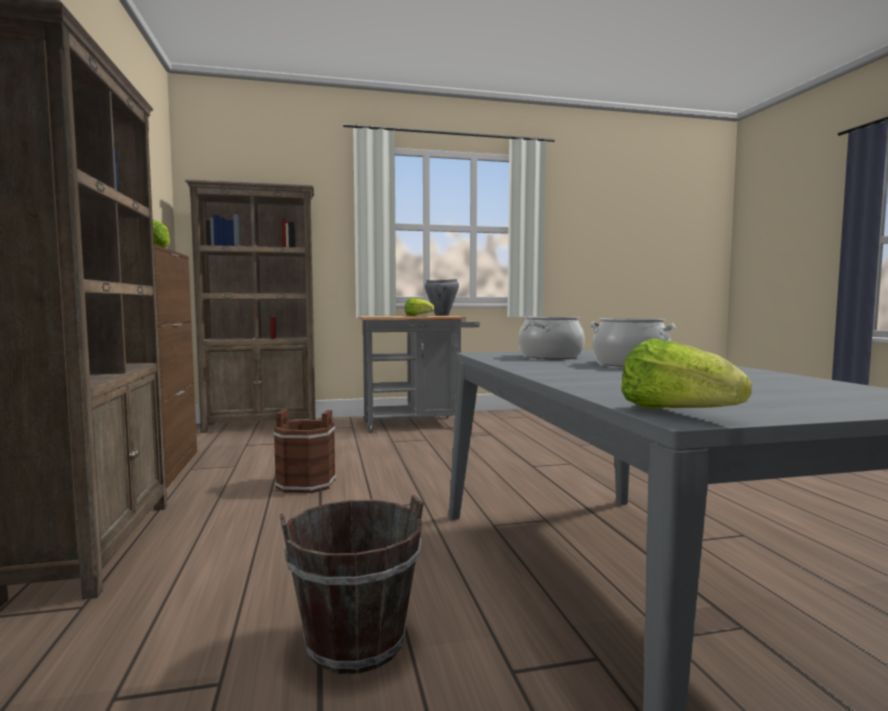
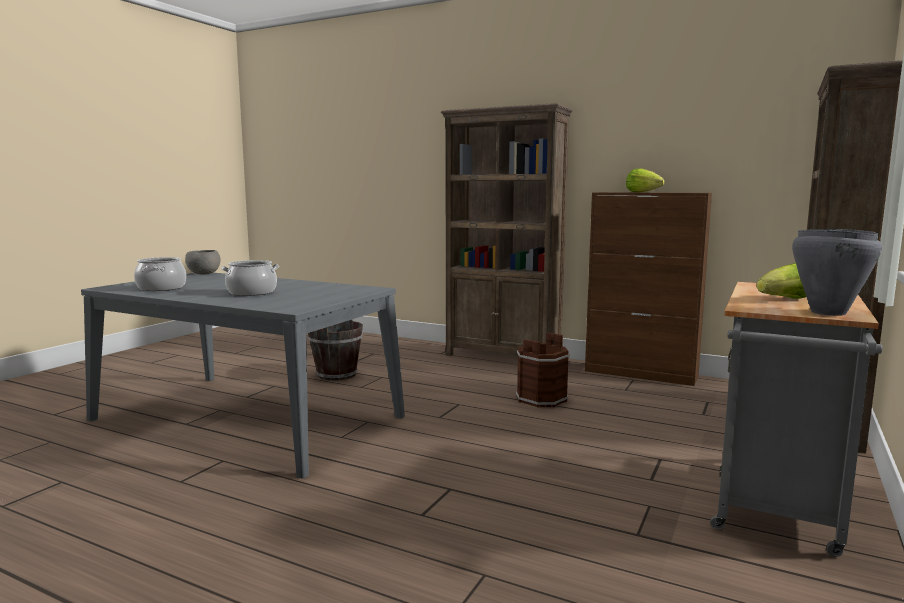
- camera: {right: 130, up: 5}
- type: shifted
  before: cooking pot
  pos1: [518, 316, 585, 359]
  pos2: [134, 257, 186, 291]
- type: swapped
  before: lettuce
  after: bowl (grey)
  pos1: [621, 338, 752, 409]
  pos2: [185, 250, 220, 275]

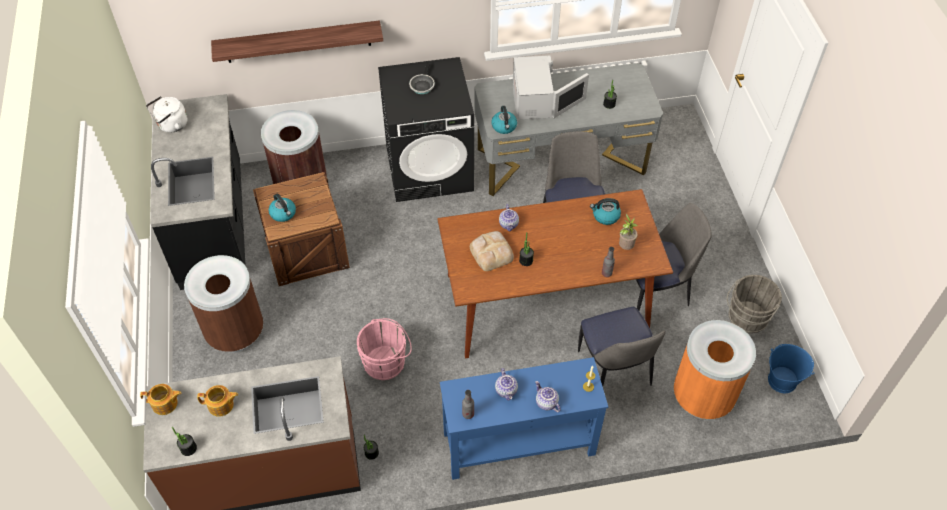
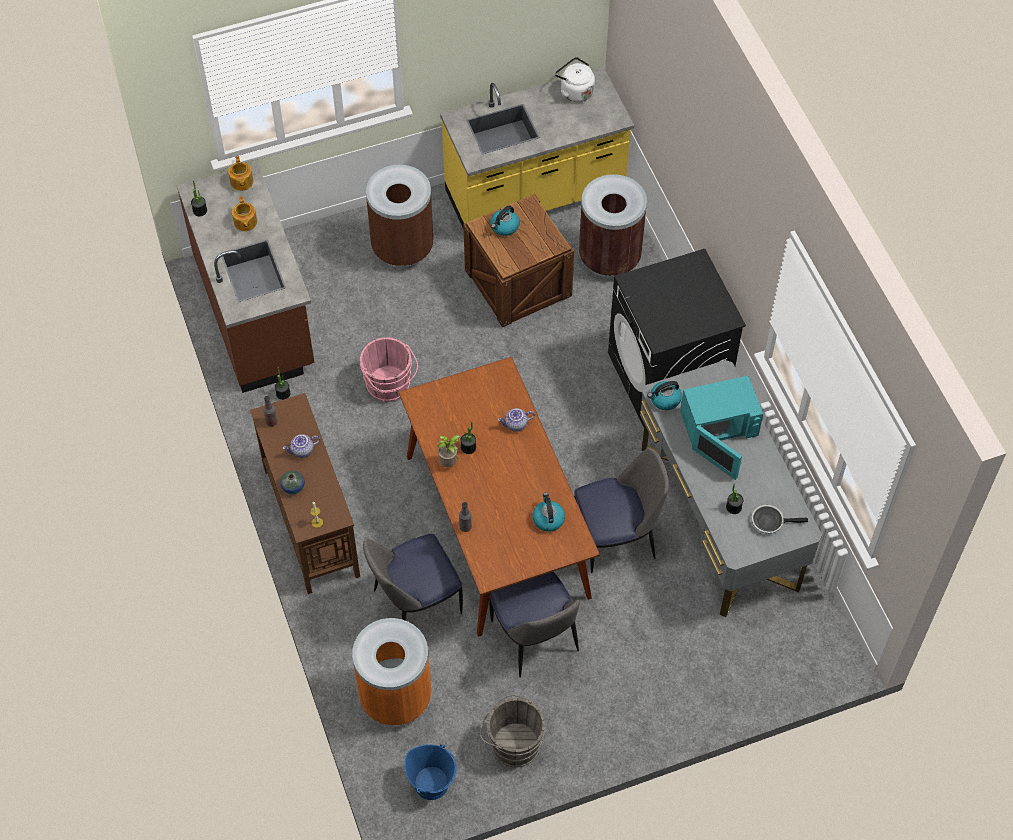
- camera: {right: 80, up: 5}
- type: repainted
  before: counter (black)
  after: counter (yellow)
  pos1: [151, 94, 246, 290]
  pos2: [440, 67, 634, 230]
- type: gone
  before: shelf
  pos1: [211, 20, 383, 63]
- type: shifted
  before: frying pan
  pos1: [409, 62, 435, 94]
  pos2: [751, 505, 808, 534]
- type: repainted
  before: console table (blue)
  after: console table (brown)
  pos1: [440, 357, 608, 480]
  pos2: [250, 393, 360, 594]
- type: gone
  before: bread
  pos1: [470, 231, 514, 271]
- type: repainted
  before: microwave (white)
  after: microwave (turquoise)
  pos1: [513, 55, 589, 120]
  pos2: [680, 376, 763, 480]
- type: swapped
  before: teapot
  after: vase
  pos1: [535, 381, 561, 413]
  pos2: [280, 470, 305, 494]
- type: shifted
  before: potted plant
  pos1: [619, 214, 638, 250]
  pos2: [437, 435, 461, 467]

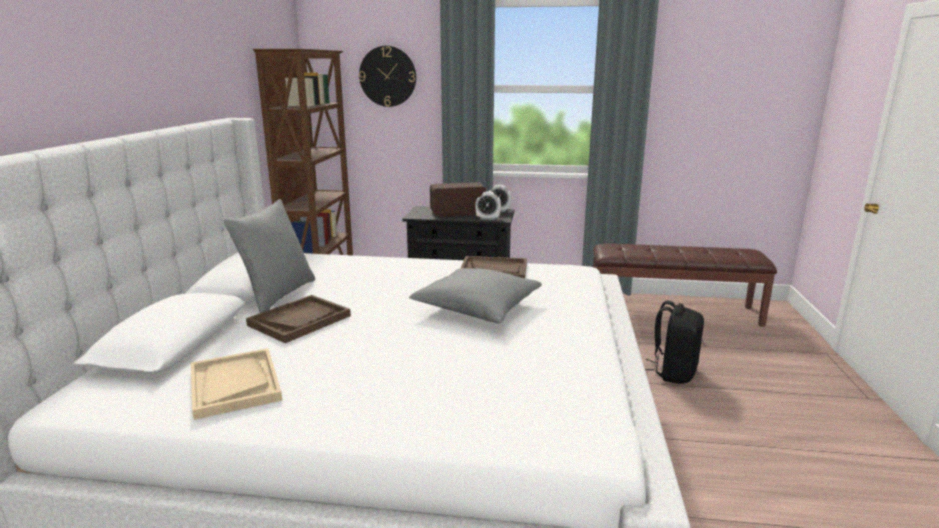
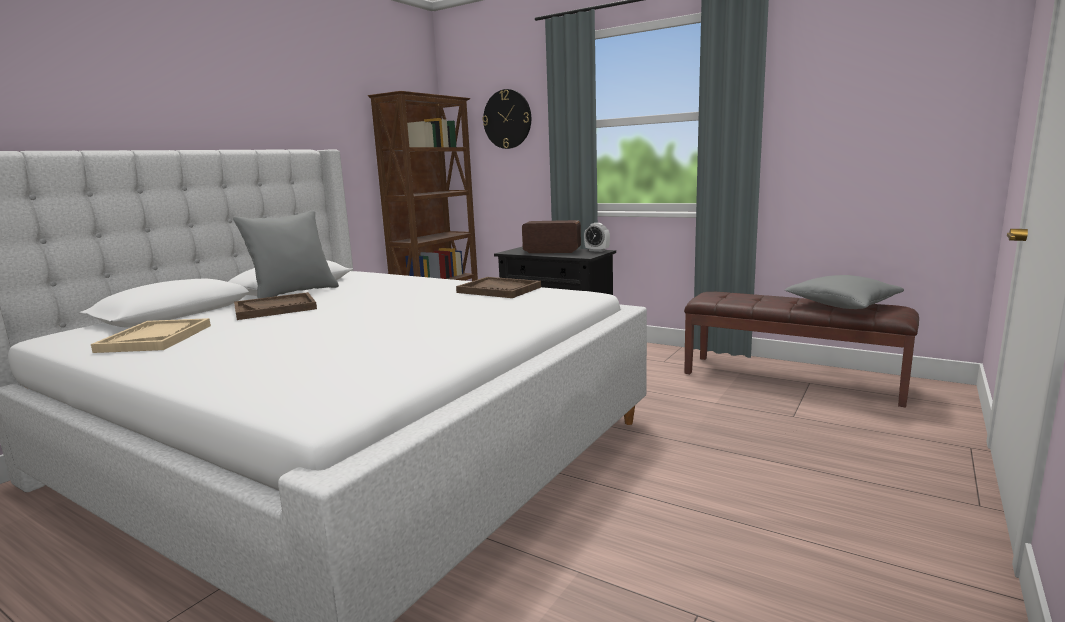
- camera: {right: 25, up: -5}
- type: shifted
  before: pillow (grey)
  pos1: [409, 268, 542, 324]
  pos2: [785, 275, 904, 309]
- type: gone
  before: alarm clock
  pos1: [475, 191, 501, 220]
- type: gone
  before: backpack (black)
  pos1: [645, 300, 704, 384]

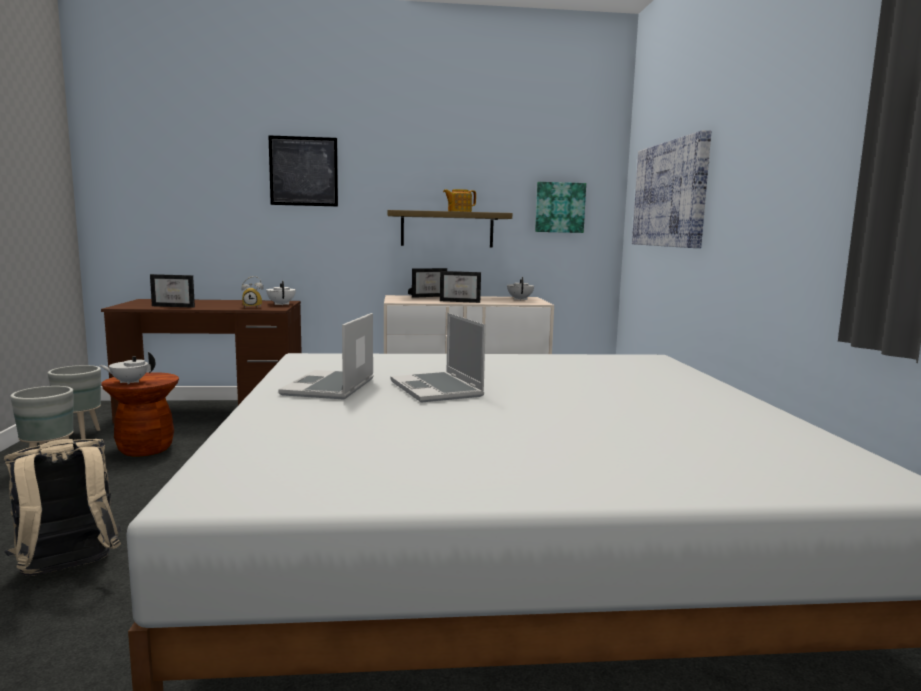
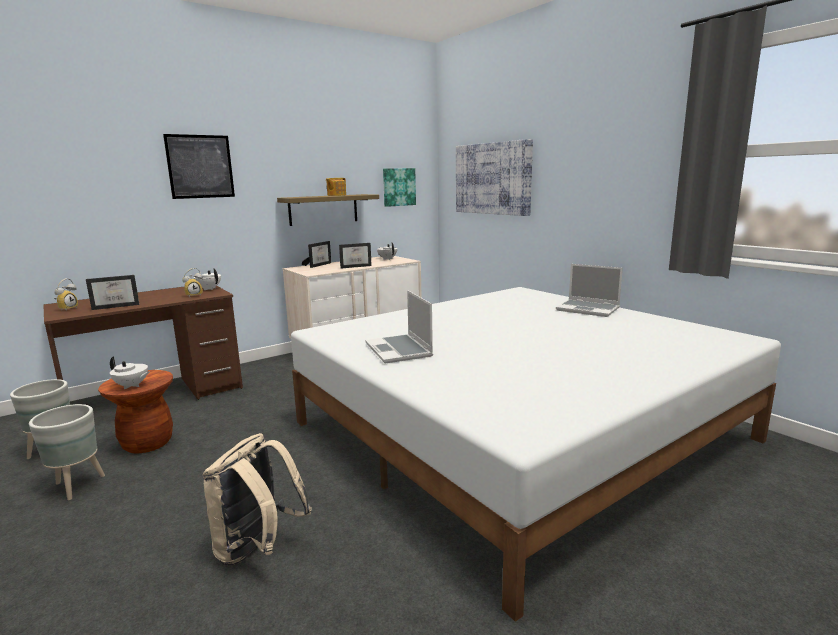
- camera: {right: -30, up: 5}
- type: rotated
  before: teapot (white)
  pos1: [99, 352, 155, 385]
  pos2: [110, 356, 150, 389]
  turn: -120
- type: shifted
  before: laptop
  pos1: [390, 313, 486, 403]
  pos2: [556, 264, 623, 317]
- type: new
  after: alarm clock
  pos2: [54, 278, 78, 311]

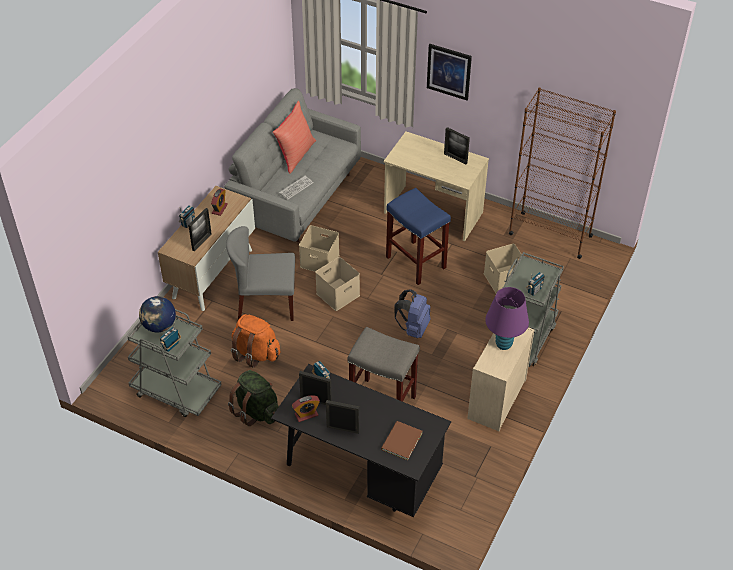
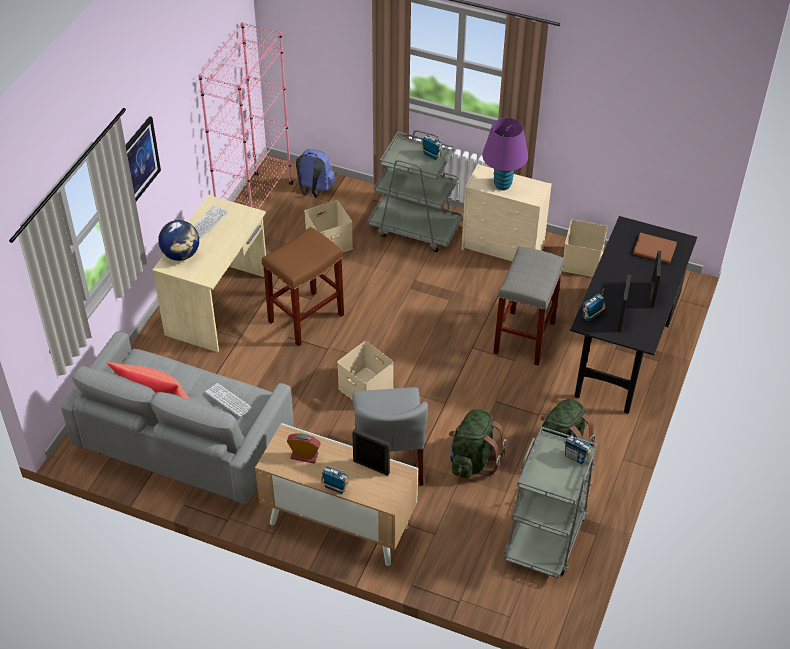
- camera: {right: -95, up: 0}
- type: shifted
  before: globe
  pos1: [139, 296, 176, 332]
  pos2: [158, 220, 199, 261]
- type: repainted
  before: backpack (orange)
  after: backpack (green)
  pos1: [231, 314, 280, 368]
  pos2: [449, 409, 507, 478]
- type: gone
  before: alarm clock
  pos1: [292, 395, 320, 422]
- type: shifted
  before: storage box (beige)
  pos1: [299, 225, 339, 273]
  pos2: [562, 219, 607, 277]
- type: repainted
  before: stool (blue)
  after: stool (brown)
  pos1: [386, 188, 451, 285]
  pos2: [262, 227, 344, 346]
- type: shifted
  before: backpack (blue)
  pos1: [394, 289, 431, 338]
  pos2: [296, 149, 335, 197]
- type: swapped
  before: picture frame
  after: keyboard
  pos1: [444, 127, 470, 164]
  pos2: [194, 205, 229, 239]
- type: repainted
  before: bookcase (brown)
  after: bookcase (pink)
  pos1: [509, 87, 616, 259]
  pos2: [198, 22, 294, 208]

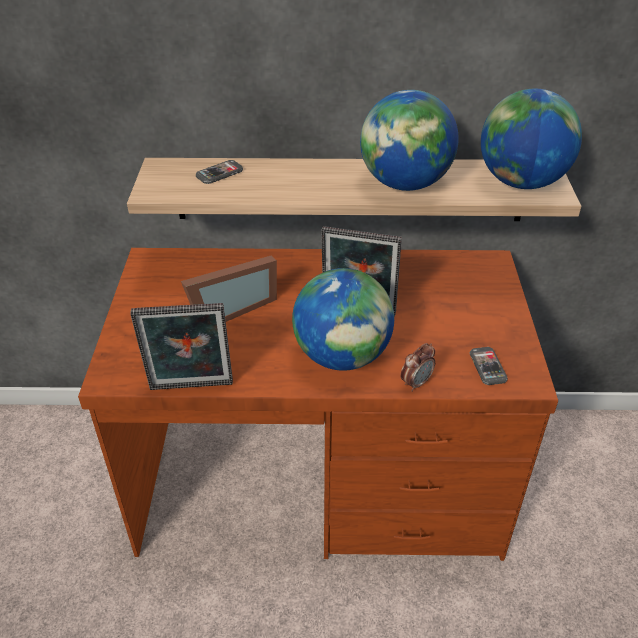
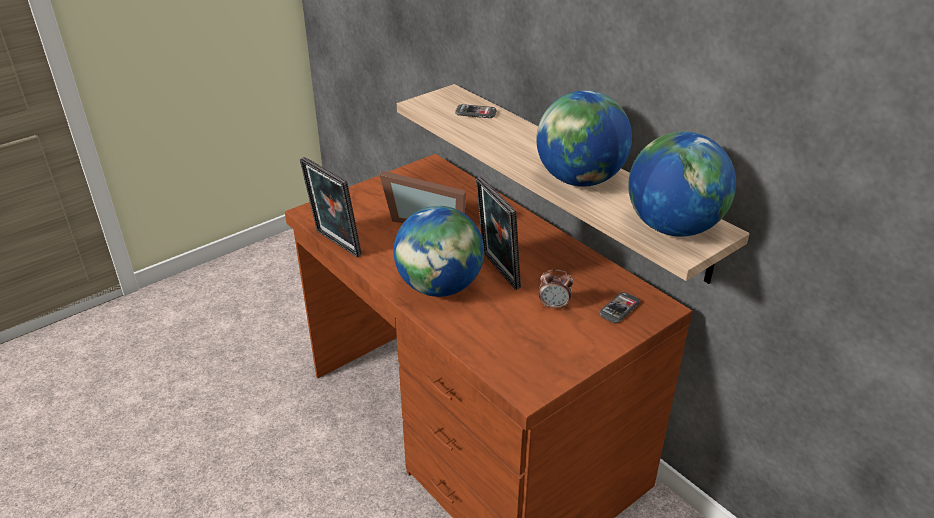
- camera: {right: 50, up: -5}
- type: shifted
  before: alarm clock
  pos1: [401, 343, 435, 392]
  pos2: [539, 269, 574, 310]
- type: shifted
  before: phone
  pos1: [470, 347, 508, 385]
  pos2: [599, 292, 640, 323]

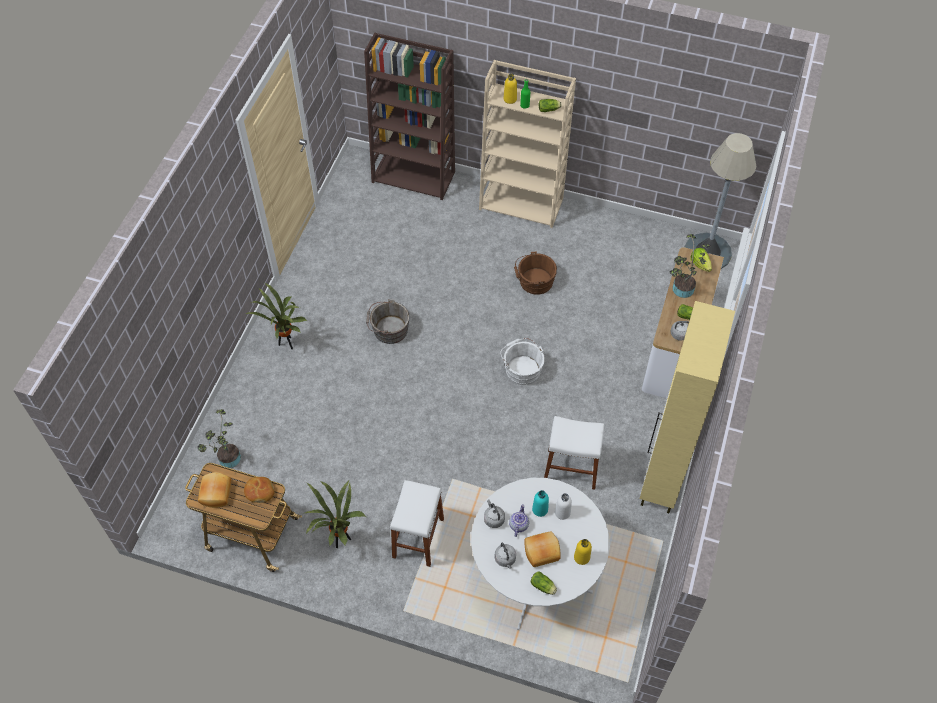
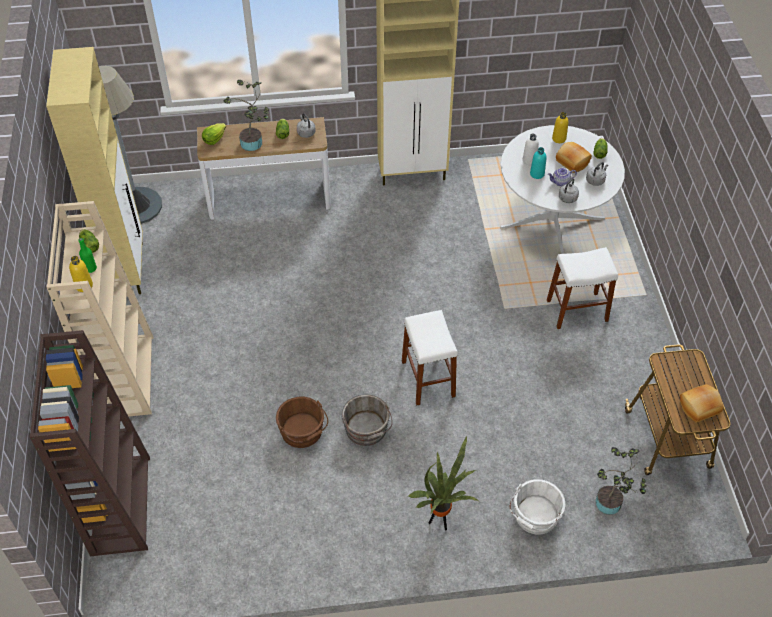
- camera: {right: -115, up: -5}
- type: gone
  before: bread
  pos1: [244, 477, 275, 503]
- type: gone
  before: potted plant
  pos1: [305, 480, 366, 548]
- type: shifted
  before: bucket (white)
  pos1: [500, 338, 545, 385]
  pos2: [510, 479, 565, 535]
- type: shifted
  before: bucket (brown)
  pos1: [514, 251, 557, 295]
  pos2: [276, 396, 328, 448]
- type: shifted
  before: stool (white)
  pos1: [544, 416, 604, 490]
  pos2: [402, 310, 458, 406]
- type: new
  after: cabinet (beige)
  pos2: [46, 47, 143, 294]

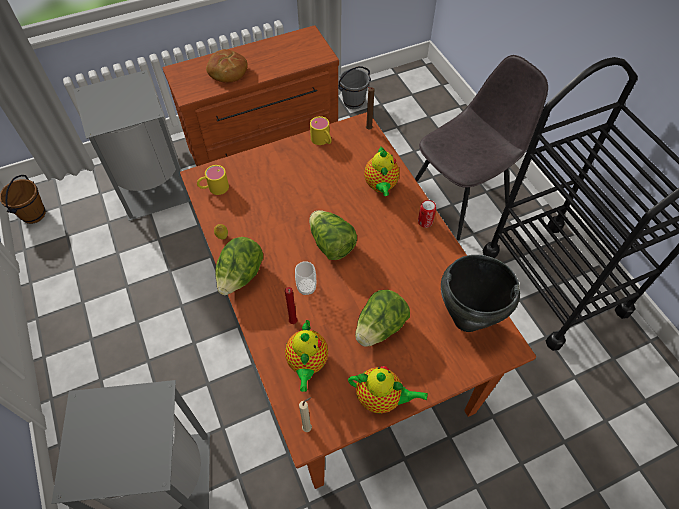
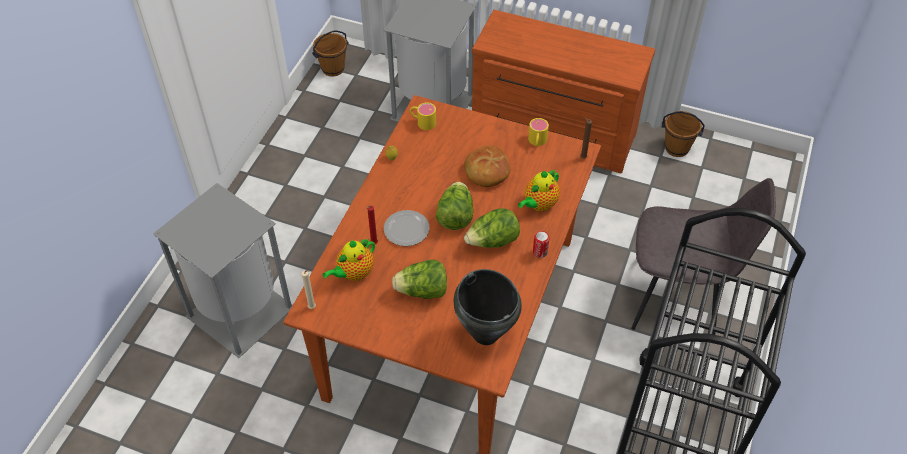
- camera: {right: 45, up: -5}
- type: shifted
  before: bread
  pos1: [206, 49, 248, 83]
  pos2: [464, 146, 511, 187]
- type: shifted
  before: lettuce
  pos1: [215, 237, 263, 296]
  pos2: [464, 208, 520, 248]
- type: swapped
  before: cup
  after: plate
  pos1: [295, 261, 316, 295]
  pos2: [384, 210, 429, 246]
- type: repainted
  before: bucket (grey)
  after: bucket (brown)
  pos1: [338, 66, 371, 109]
  pos2: [662, 111, 705, 157]
- type: gone
  before: teapot
  pos1: [348, 366, 428, 413]

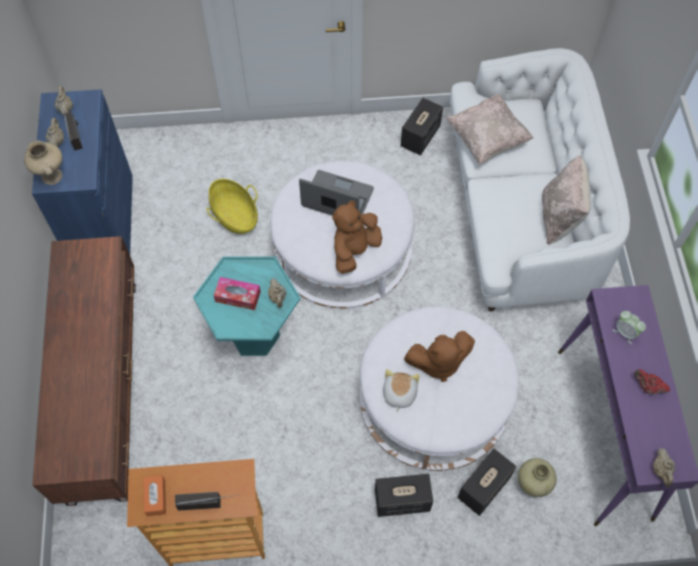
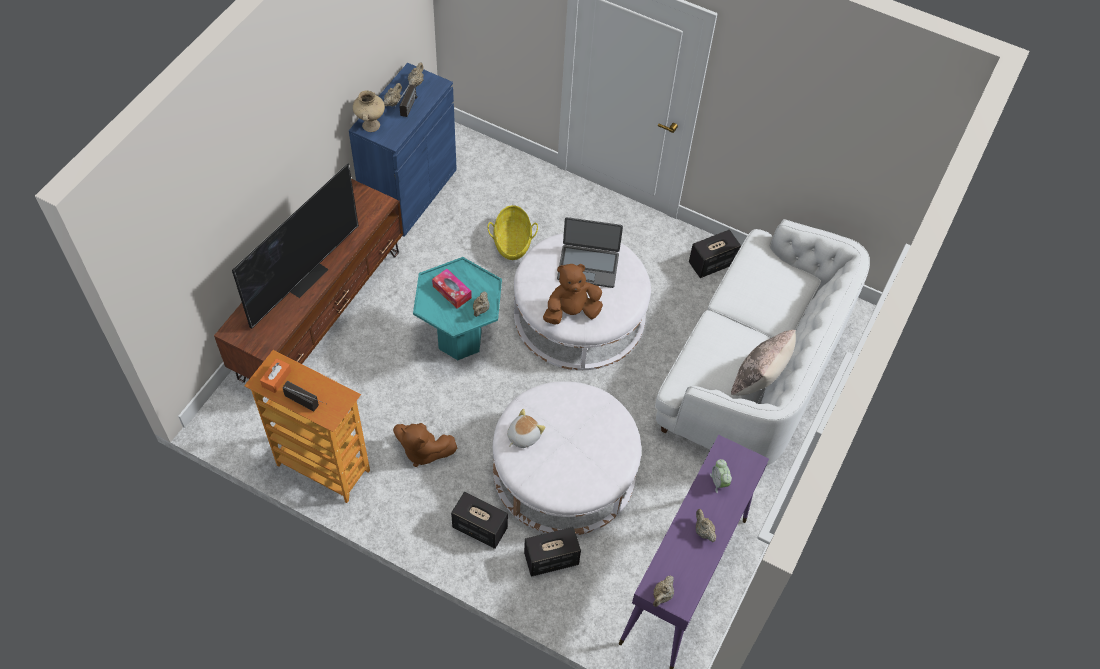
- camera: {right: 30, up: -5}
- type: rotated
  before: laptop
  pos1: [299, 170, 374, 215]
  pos2: [557, 217, 623, 288]
  turn: 135
- type: shifted
  before: plush toy (brown)
  pos1: [404, 331, 475, 382]
  pos2: [393, 423, 457, 467]
- type: gone
  before: pillow (beige)
  pos1: [446, 94, 534, 164]
- type: gone
  before: vase (beige)
  pos1: [518, 458, 556, 497]
- type: repainted
  before: teapot (red)
  after: teapot (beige)
  pos1: [634, 369, 670, 394]
  pos2: [696, 509, 716, 542]
- type: new
  after: television
  pos2: [232, 163, 359, 329]

